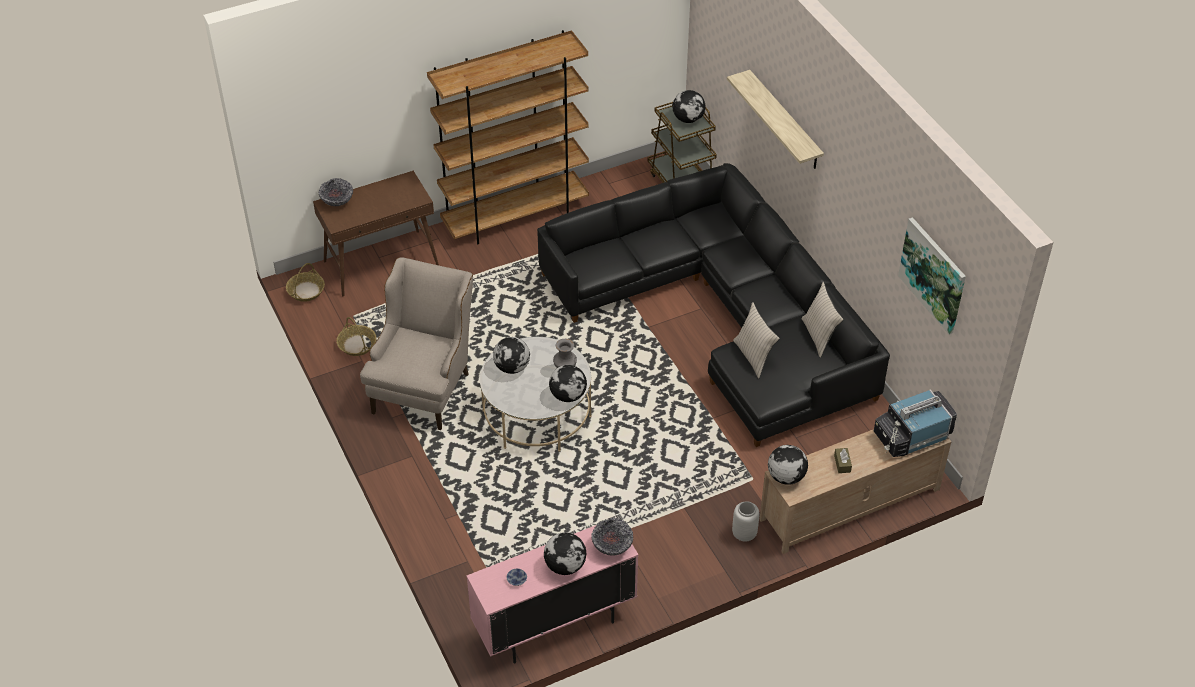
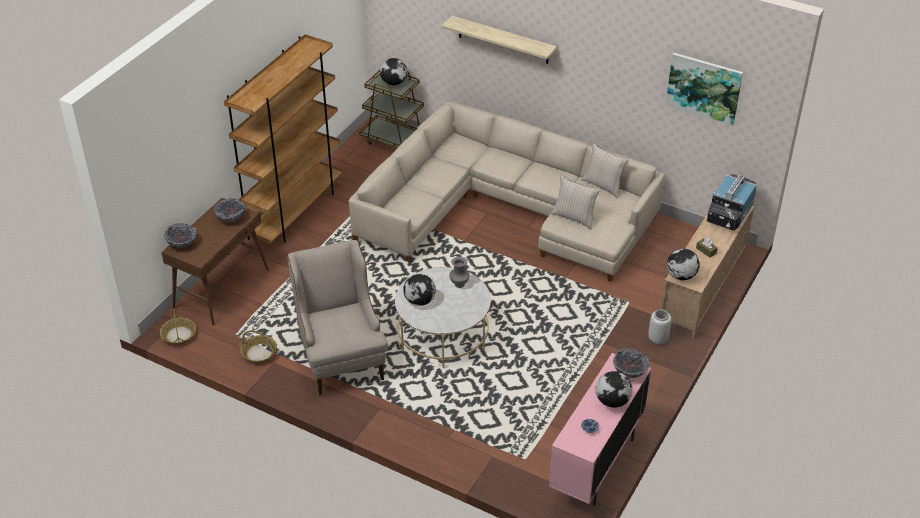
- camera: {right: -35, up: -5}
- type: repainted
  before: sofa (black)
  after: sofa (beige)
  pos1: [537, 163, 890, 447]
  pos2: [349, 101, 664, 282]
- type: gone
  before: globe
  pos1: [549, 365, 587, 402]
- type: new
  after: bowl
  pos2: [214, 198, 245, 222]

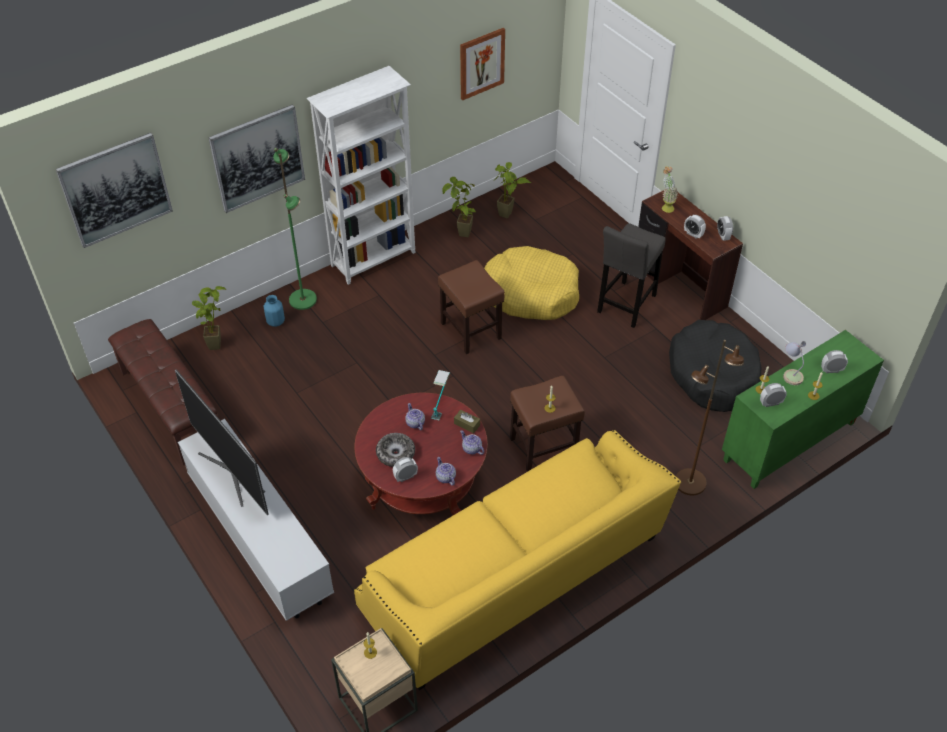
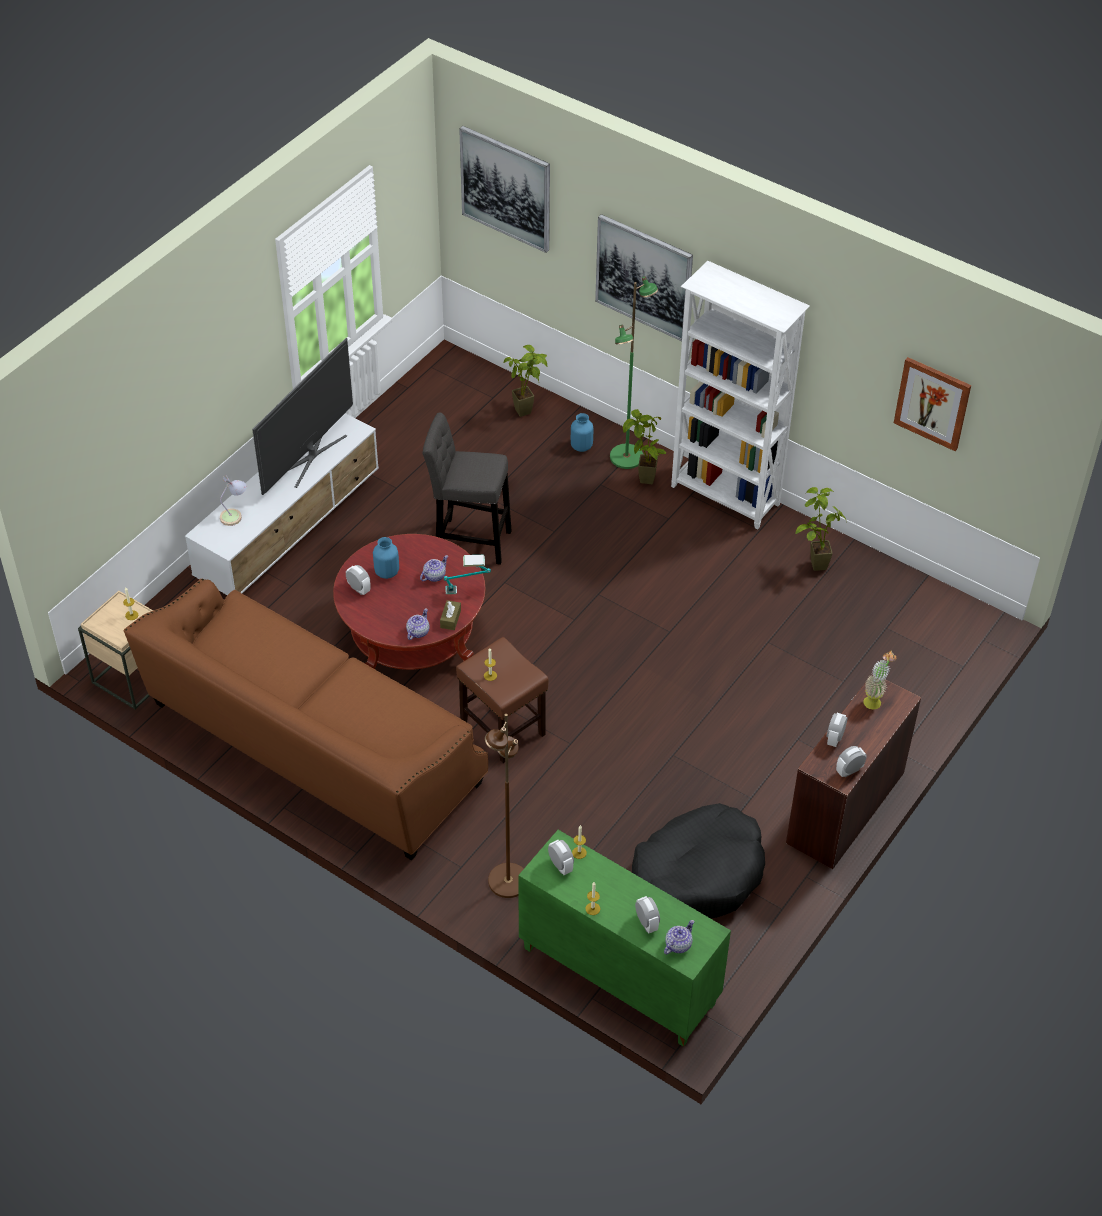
- camera: {right: 70, up: 0}
- type: gone
  before: bench (brown)
  pos1: [108, 319, 217, 466]
- type: repainted
  before: sofa (yellow)
  after: sofa (brown)
  pos1: [354, 430, 681, 690]
  pos2: [124, 579, 488, 860]
- type: swapped
  before: bowl
  after: vase (blue)
  pos1: [376, 433, 415, 467]
  pos2: [373, 537, 399, 579]
- type: shifted
  before: teapot
  pos1: [436, 457, 456, 486]
  pos2: [664, 920, 694, 955]
- type: gone
  before: stool (brown)
  pos1: [438, 260, 505, 354]
- type: gone
  before: dog bed (yellow)
  pos1: [484, 246, 579, 320]
- type: shifted
  before: potted plant
  pos1: [494, 162, 531, 218]
  pos2: [623, 409, 666, 484]
- type: shifted
  before: stool (grey)
  pos1: [597, 223, 666, 328]
  pos2: [423, 412, 511, 565]
- type: shifted
  before: table lamp
  pos1: [783, 341, 806, 385]
  pos2: [220, 475, 246, 526]

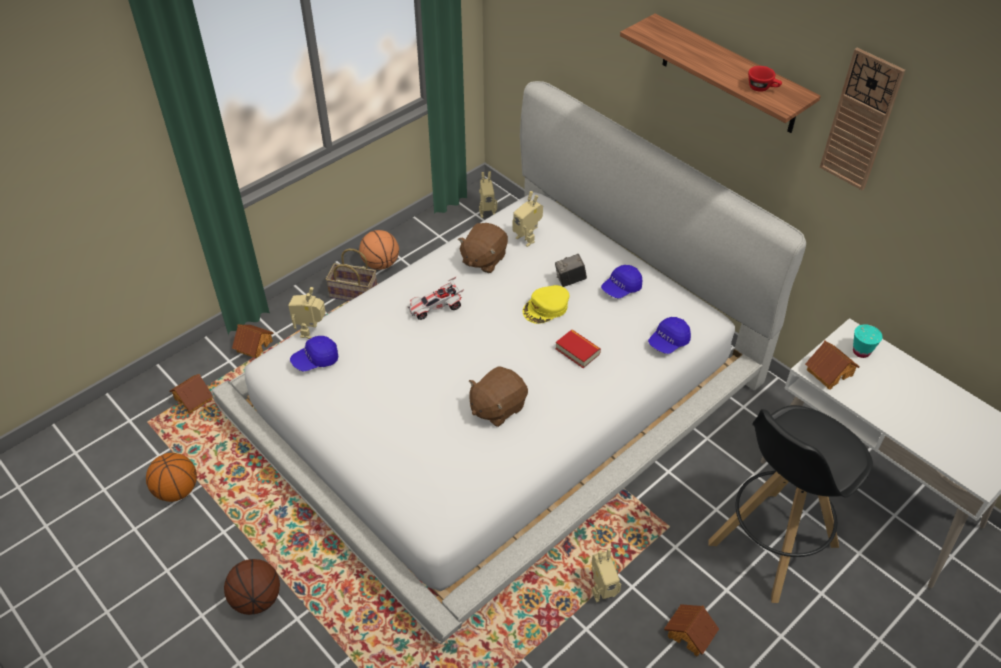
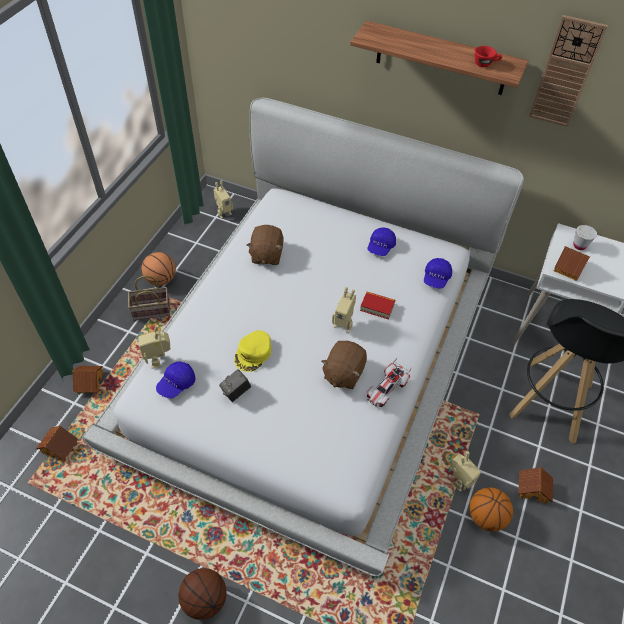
- camera: {right: -25, up: 5}
- type: shifted
  before: basketball
  pos1: [146, 453, 197, 502]
  pos2: [469, 487, 513, 532]
- type: shifted
  before: toy car
  pos1: [408, 277, 464, 320]
  pos2: [367, 358, 412, 407]
- type: shifted
  before: toy robot
  pos1: [512, 191, 543, 247]
  pos2: [332, 287, 356, 333]
- type: shifted
  before: cap (yellow)
  pos1: [522, 285, 569, 324]
  pos2: [234, 330, 272, 372]
- type: shifted
  before: photo camera
  pos1: [555, 254, 587, 287]
  pos2: [219, 369, 251, 402]
- type: repainted
  before: cup (turquoise)
  after: cup (white)
  pos1: [853, 324, 883, 358]
  pos2: [573, 225, 597, 250]

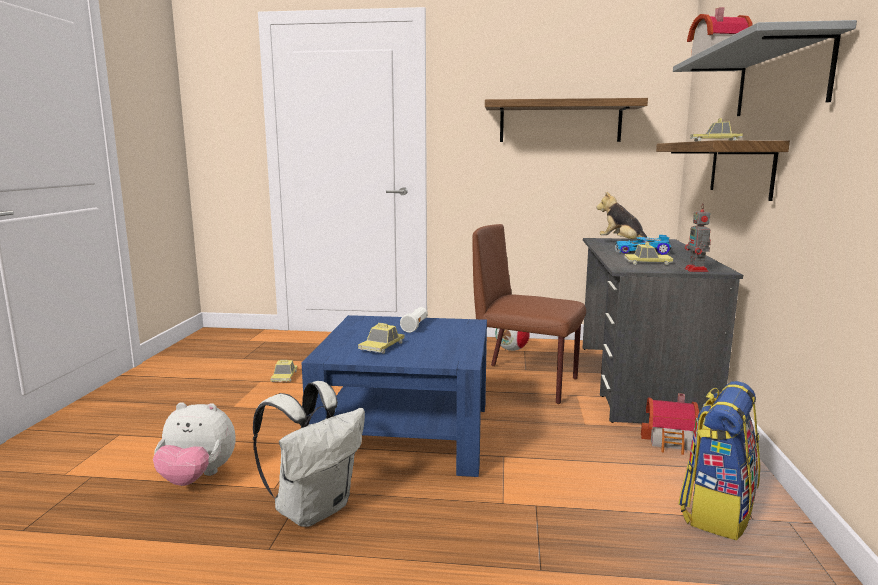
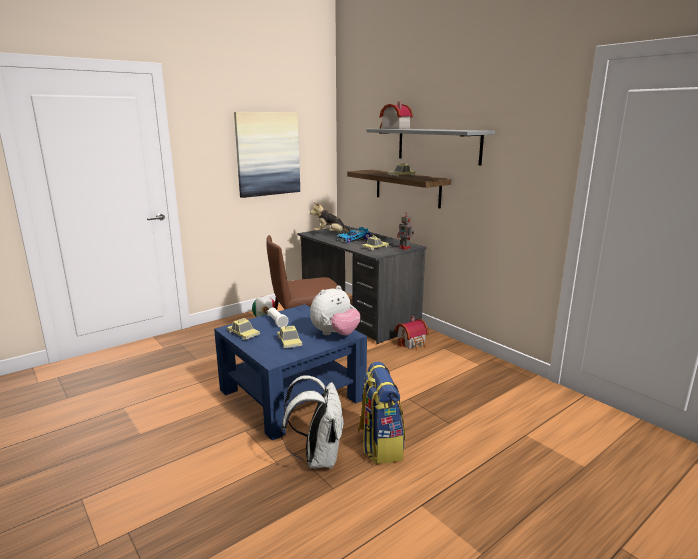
- camera: {right: -45, up: 5}
- type: shifted
  before: plush toy
  pos1: [153, 402, 236, 486]
  pos2: [310, 285, 361, 335]
- type: shifted
  before: toy car
  pos1: [270, 360, 297, 382]
  pos2: [227, 318, 260, 340]
- type: swapped
  before: shelf
  after: picture
  pos1: [485, 98, 648, 142]
  pos2: [234, 112, 300, 198]
- type: shifted
  before: backpack
  pos1: [678, 381, 760, 540]
  pos2: [358, 362, 405, 464]

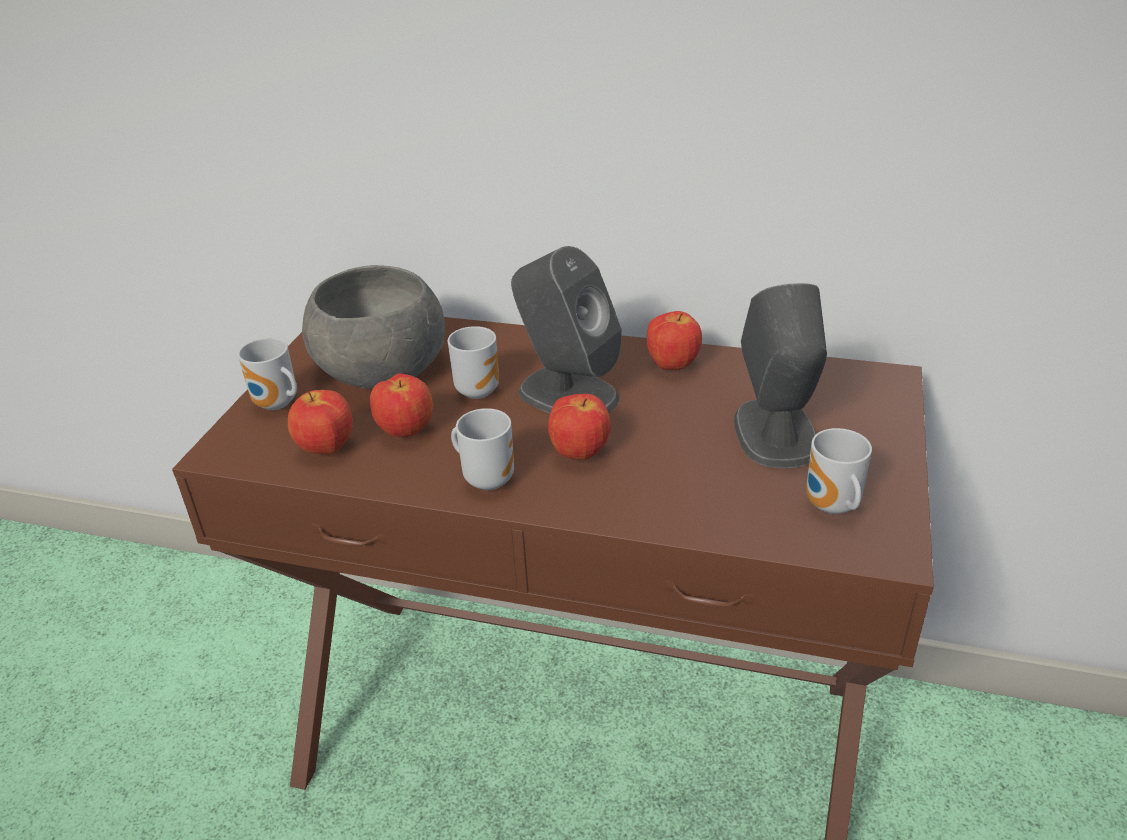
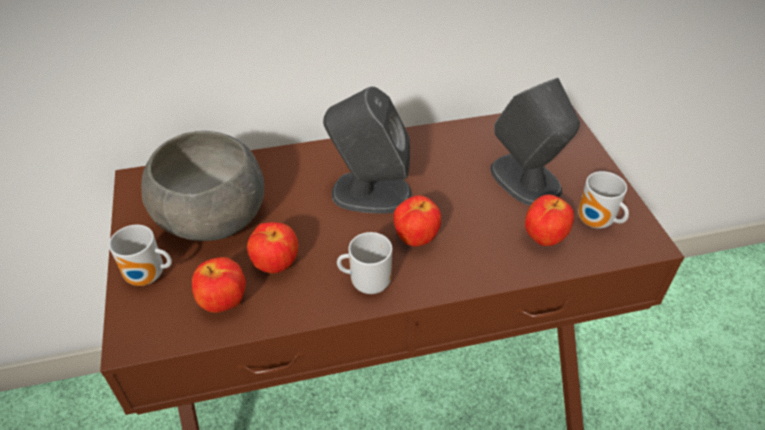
- camera: {right: -30, up: 10}
- type: gone
  before: mug
  pos1: [448, 326, 499, 399]
- type: shifted
  before: apple
  pos1: [647, 311, 702, 370]
  pos2: [525, 195, 574, 246]

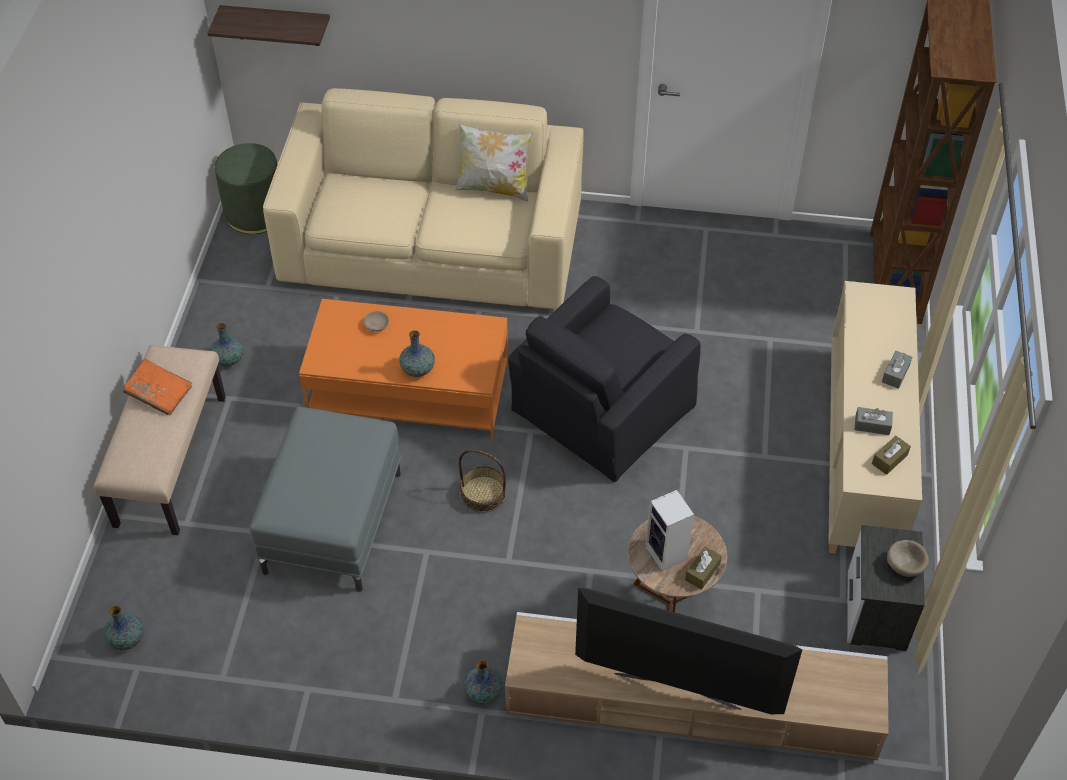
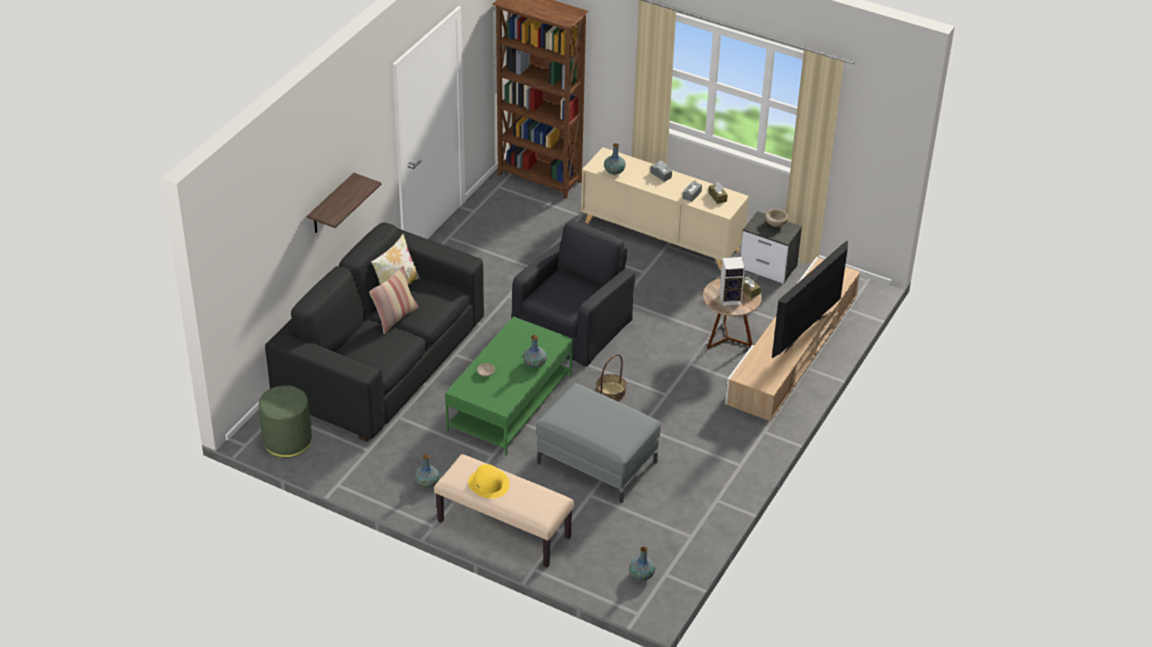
- camera: {right: -70, up: -10}
- type: swapped
  before: book (orange)
  after: hat (yellow)
  pos1: [123, 359, 192, 415]
  pos2: [468, 464, 510, 499]
- type: shifted
  before: shelf
  pos1: [207, 5, 330, 46]
  pos2: [307, 173, 381, 233]
- type: repainted
  before: sofa (beige)
  after: sofa (black)
  pos1: [263, 88, 584, 309]
  pos2: [265, 223, 484, 442]
- type: repainted
  before: coffee table (orange)
  after: coffee table (green)
  pos1: [299, 299, 508, 441]
  pos2: [445, 316, 573, 456]
- type: shifted
  before: vase
  pos1: [464, 660, 503, 705]
  pos2: [604, 143, 626, 175]
- type: rotated
  before: armchair (black)
  pos1: [508, 276, 701, 482]
  pos2: [511, 221, 635, 367]
  turn: -120
- type: new
  after: pillow
  pos2: [369, 266, 418, 334]

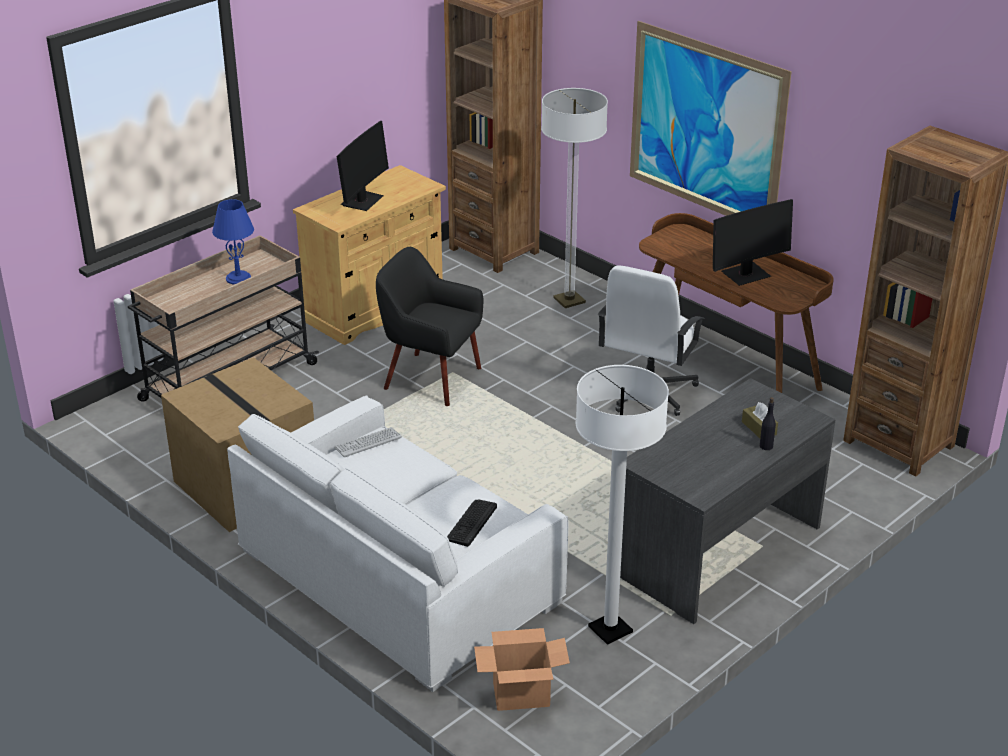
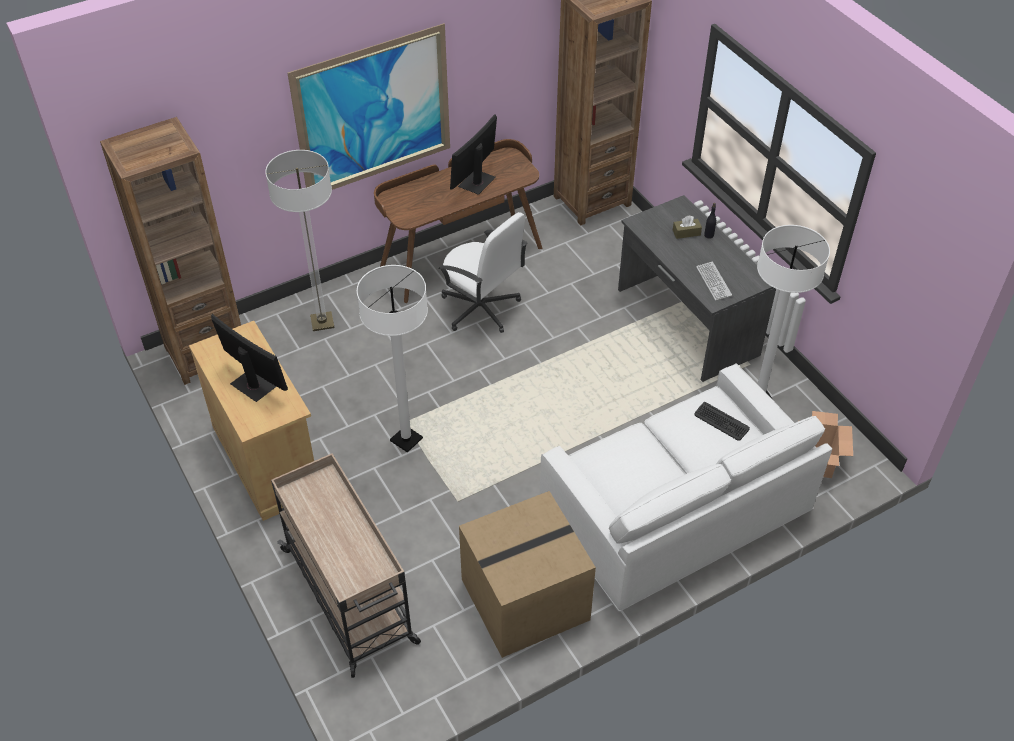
- camera: {right: -75, up: 15}
- type: gone
  before: table lamp (blue)
  pos1: [212, 199, 254, 285]
- type: shifted
  before: keyboard
  pos1: [334, 427, 402, 457]
  pos2: [696, 261, 732, 301]
- type: swapped
  before: armchair (black)
  after: floor lamp (white)
  pos1: [376, 247, 484, 406]
  pos2: [357, 265, 428, 453]
- type: rotated
  before: monitor
  pos1: [713, 199, 793, 286]
  pos2: [450, 114, 497, 195]
  turn: -135

